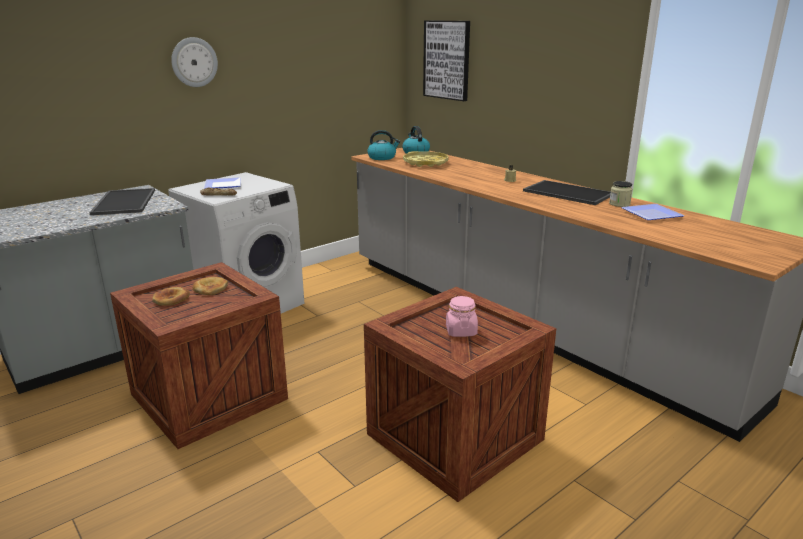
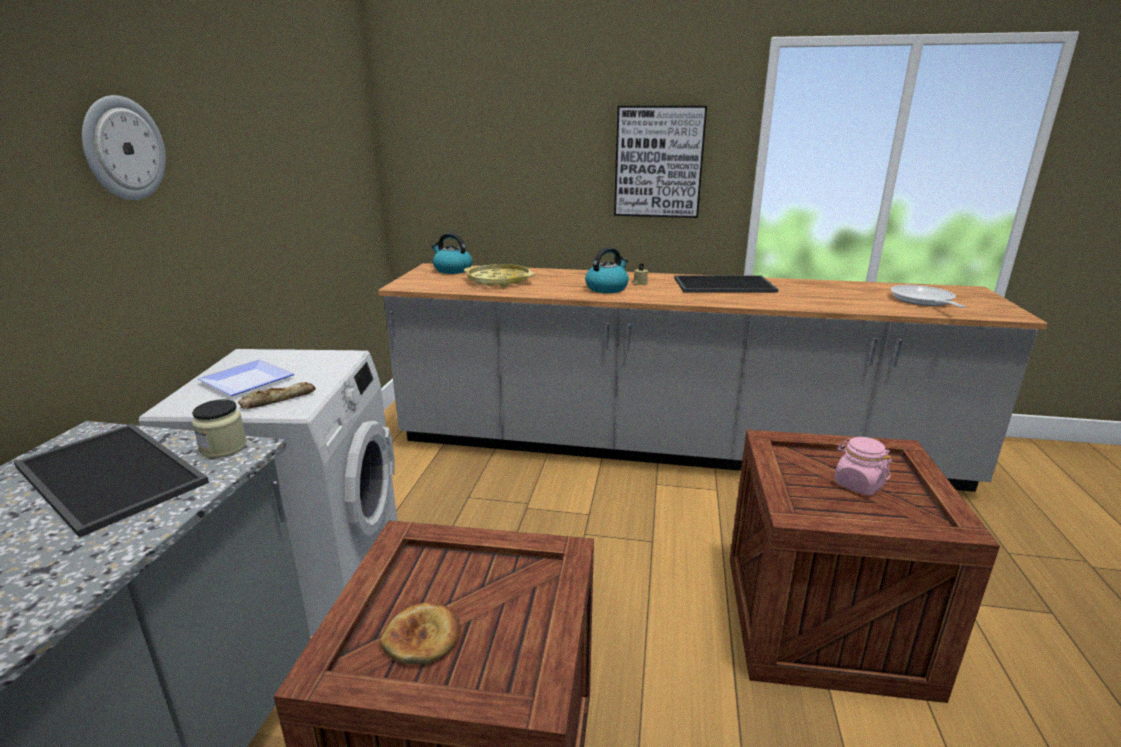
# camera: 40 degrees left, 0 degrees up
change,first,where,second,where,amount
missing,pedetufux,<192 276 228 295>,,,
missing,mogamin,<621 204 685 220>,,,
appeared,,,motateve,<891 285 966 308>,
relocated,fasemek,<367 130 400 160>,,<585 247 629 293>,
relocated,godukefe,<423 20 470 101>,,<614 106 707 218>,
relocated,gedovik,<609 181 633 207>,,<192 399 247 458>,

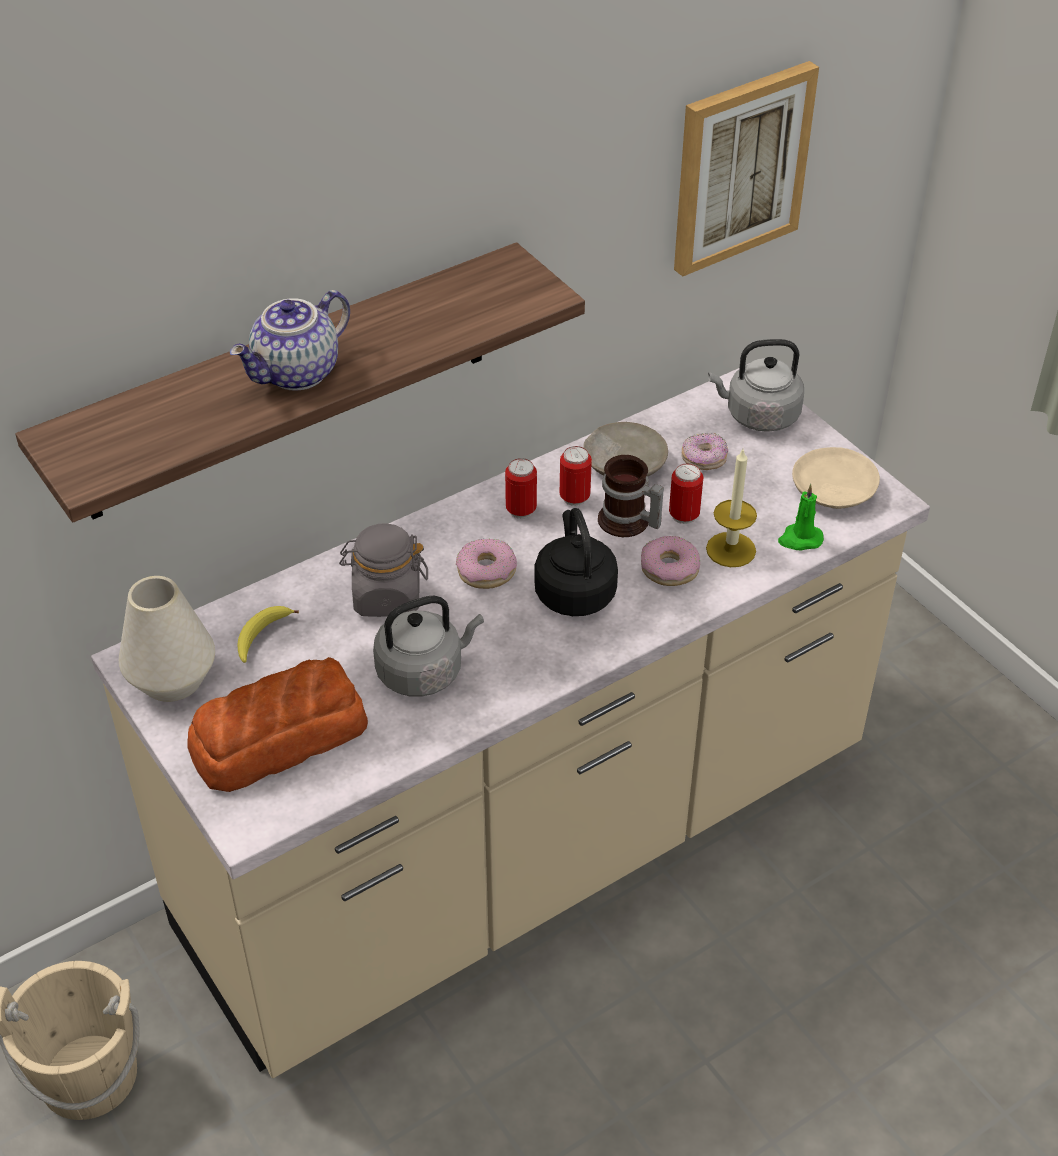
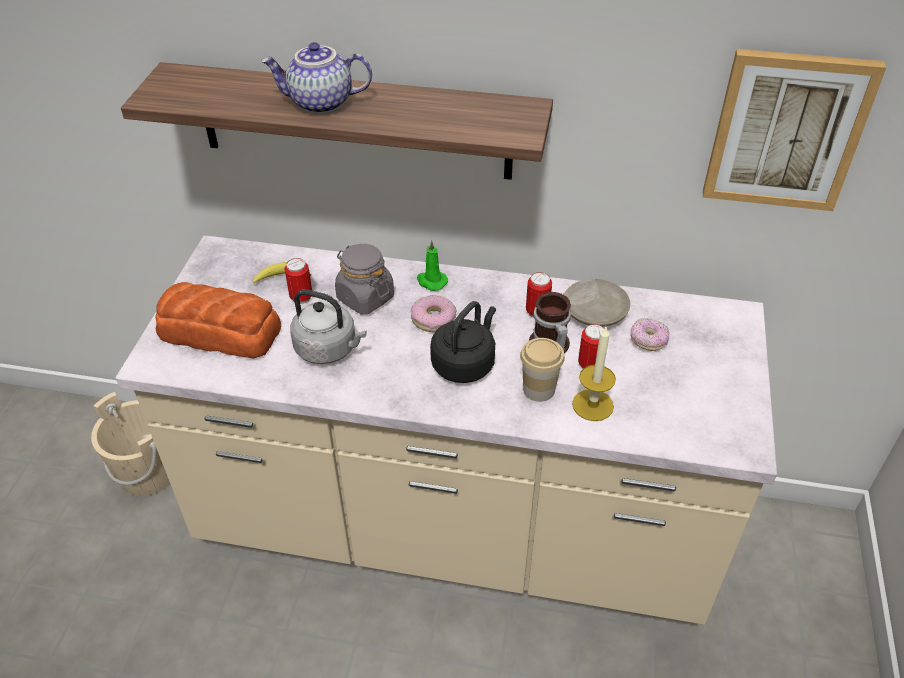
# camera: 45 degrees right, 0 degrees up
change,first,where,second,where,amount
missing,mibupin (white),<119 576 215 702>,,,
missing,fasemek (grey),<708 339 804 432>,,,
missing,mogamin (beige),<792 447 880 509>,,,
relocated,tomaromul,<505 458 537 519>,,<285 258 312 304>,
relocated,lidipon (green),<778 484 824 550>,,<417 240 448 291>,
exchanged,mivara,<641 536 700 586>,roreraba,<520 338 565 402>,

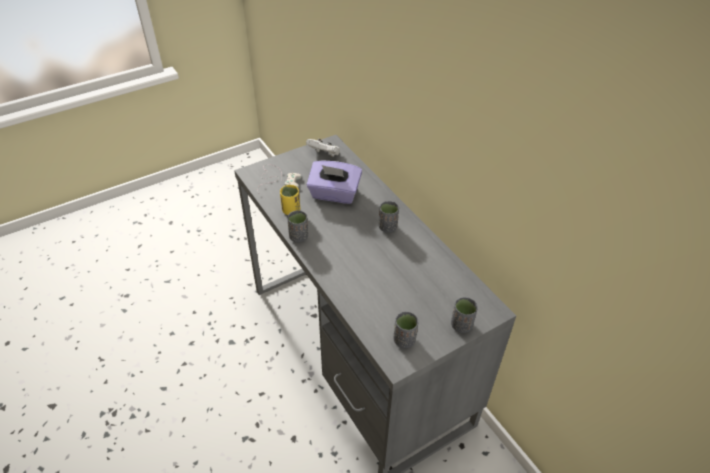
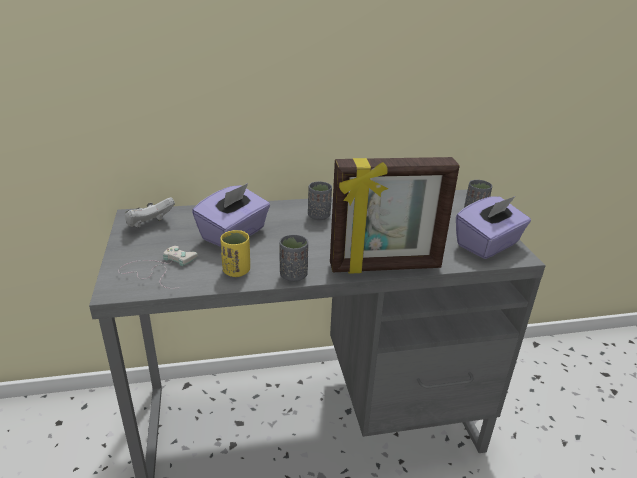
# camera: 70 degrees left, 15 degrees down
change,first,where,second,where,amount
appeared,,,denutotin,<330 157 460 274>,
exchanged,roreraba (grey),<393 312 419 348>,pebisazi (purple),<456 196 531 259>,

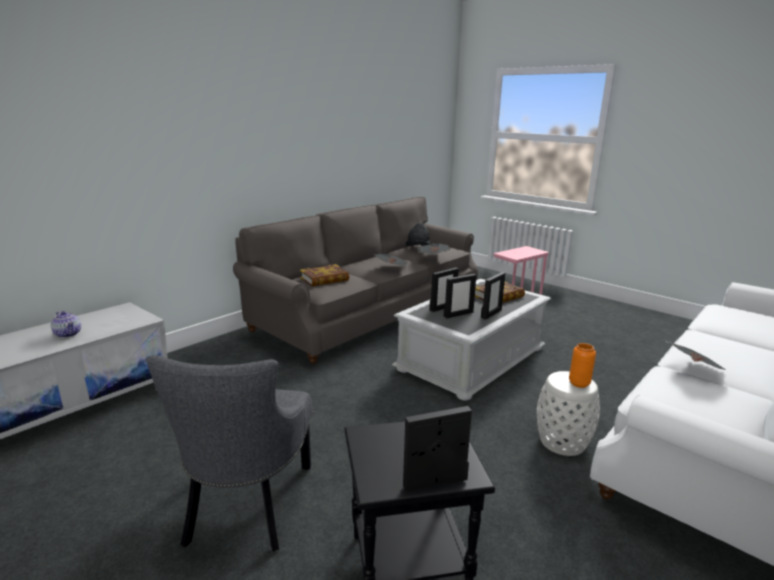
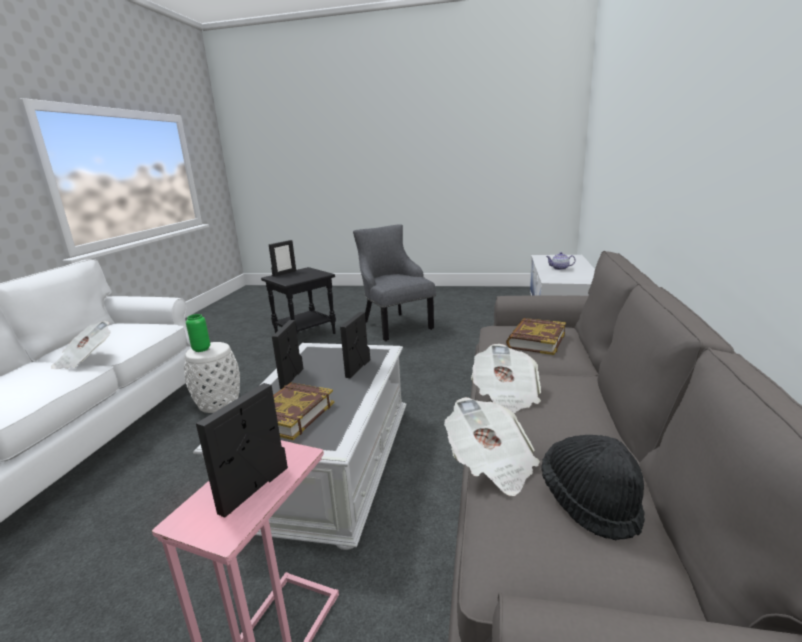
# camera: 150 degrees right, 0 degrees up
change,first,where,second,where,amount
relocated,denutotin,<444 274 476 318>,,<196 383 288 518>,
colour,mibupin (orange),<569 343 596 388>,mibupin (green),<186 314 210 352>,

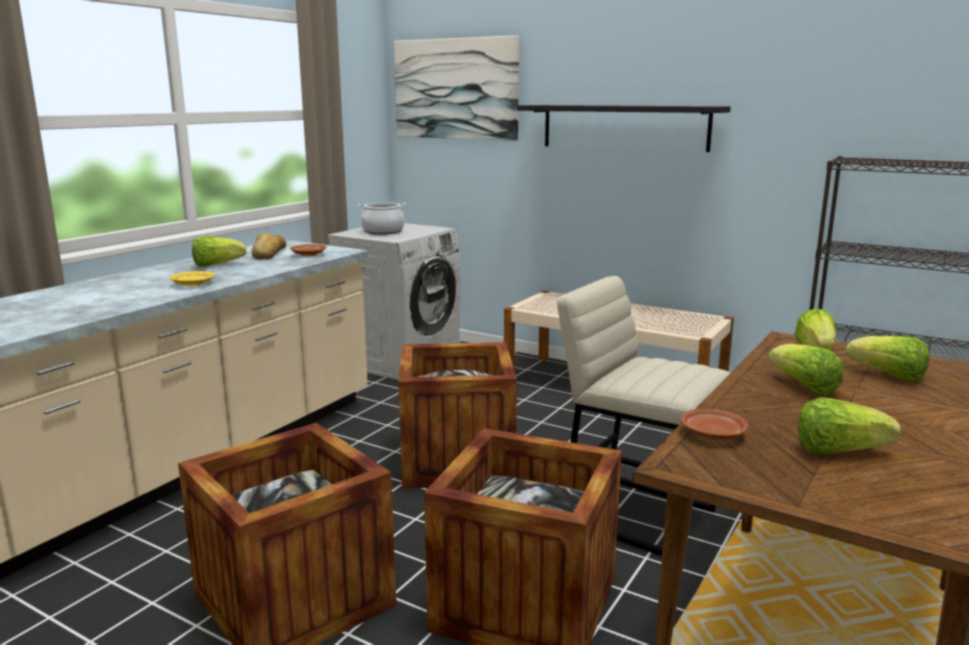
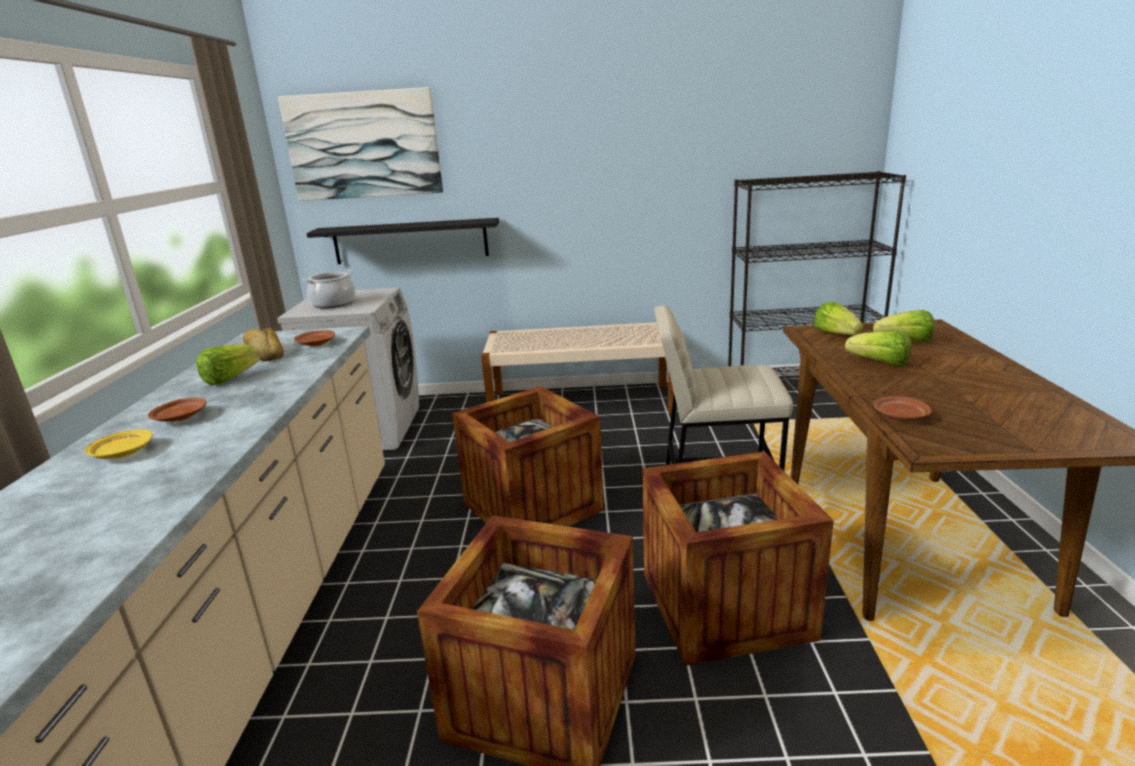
# camera: 30 degrees left, 5 degrees up
change,first,where,second,where,amount
missing,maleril,<798 397 901 455>,,,
appeared,,,mogamin (brown),<148 398 207 422>,
relocated,mogamin (yellow),<170 271 215 287>,,<85 429 153 459>,
relocated,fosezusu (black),<517 105 731 152>,,<306 218 499 264>,

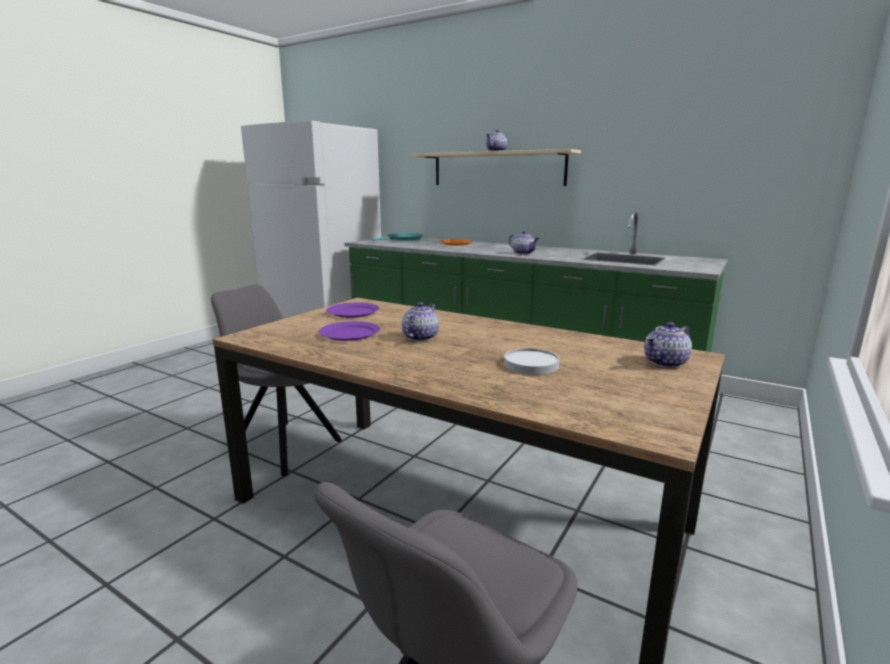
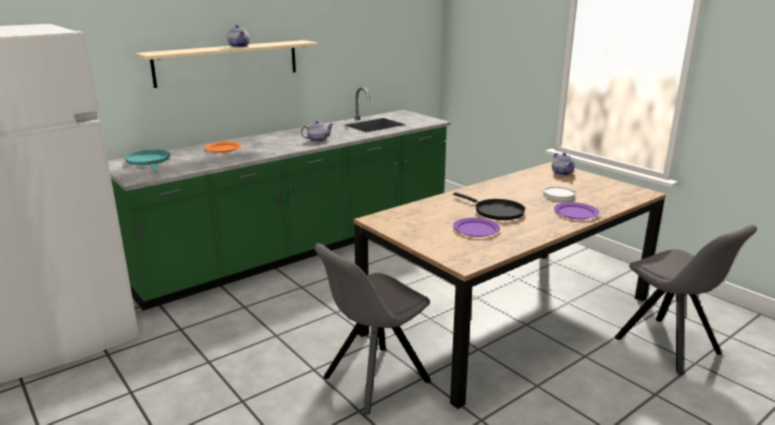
# camera: 70 degrees left, 5 degrees up
change,first,where,second,where,amount
relocated,mogamin (purple),<326 303 379 318>,,<554 202 599 219>,
exchanged,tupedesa,<402 302 439 341>,motateve (black),<453 192 525 220>,

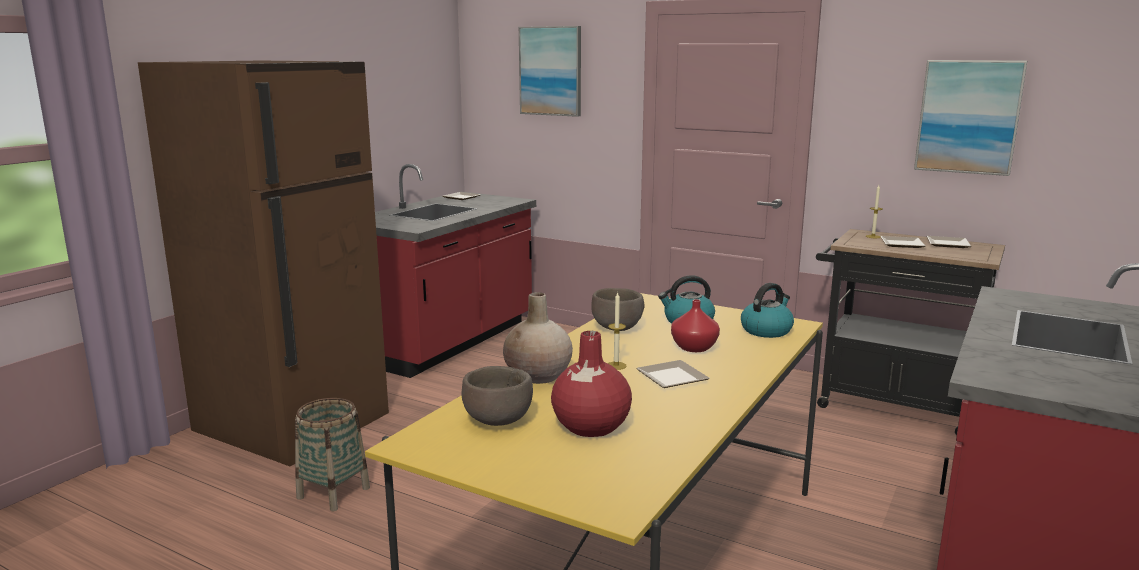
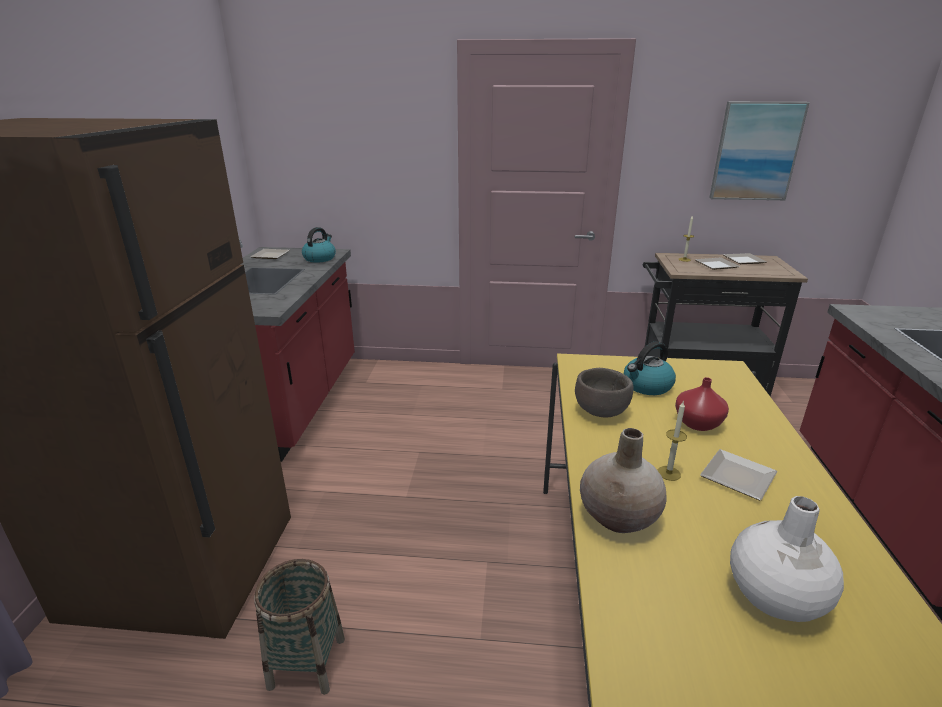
# camera: 25 degrees left, 10 degrees up
change,first,where,second,where,amount
missing,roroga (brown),<462 366 533 426>,,,
missing,godukefe,<519 26 581 117>,,,
relocated,fasemek,<741 283 794 338>,,<302 227 336 263>,
colour,mibupin (red),<551 331 632 437>,mibupin (white),<730 496 844 622>,

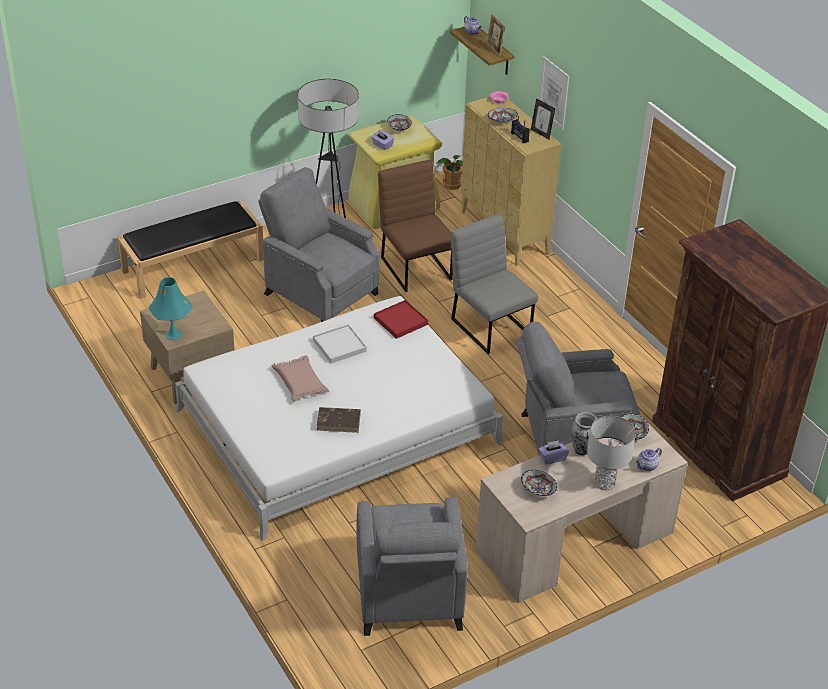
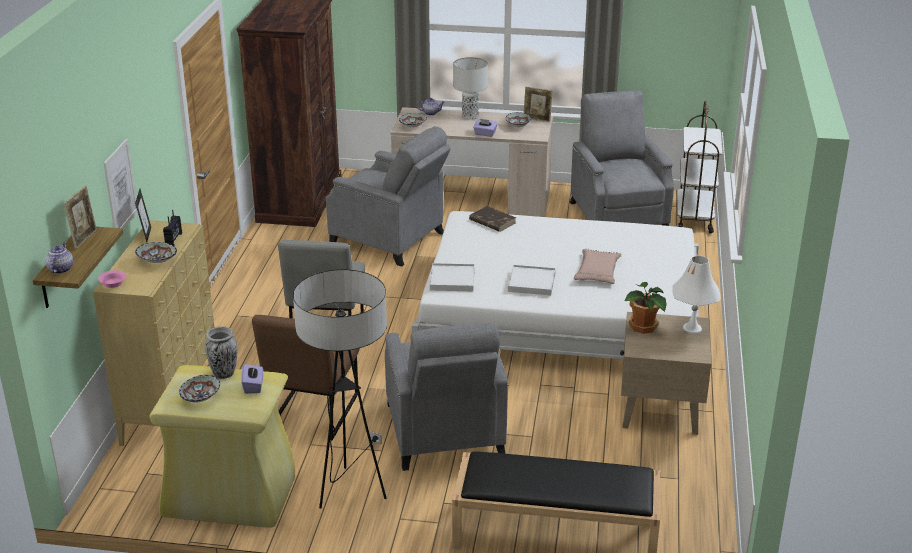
# camera: 140 degrees left, 10 degrees down
change,first,where,second,where,amount
appeared,,,denutotin,<524 87 553 122>,
appeared,,,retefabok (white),<677 101 723 233>,
relocated,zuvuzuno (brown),<317 407 361 433>,,<469 206 516 232>,
relocated,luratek,<436 155 463 190>,,<625 282 667 334>,
relocated,mibupin,<571 412 597 455>,,<205 326 237 379>,
colour,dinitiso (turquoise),<148 277 193 340>,dinitiso (white),<672 255 720 333>,
colour,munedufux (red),<374 300 428 339>,munedufux (white),<430 263 475 291>,
spun,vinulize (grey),<357 497 468 636>,,<570 90 674 226>,45 degrees counterclockwise

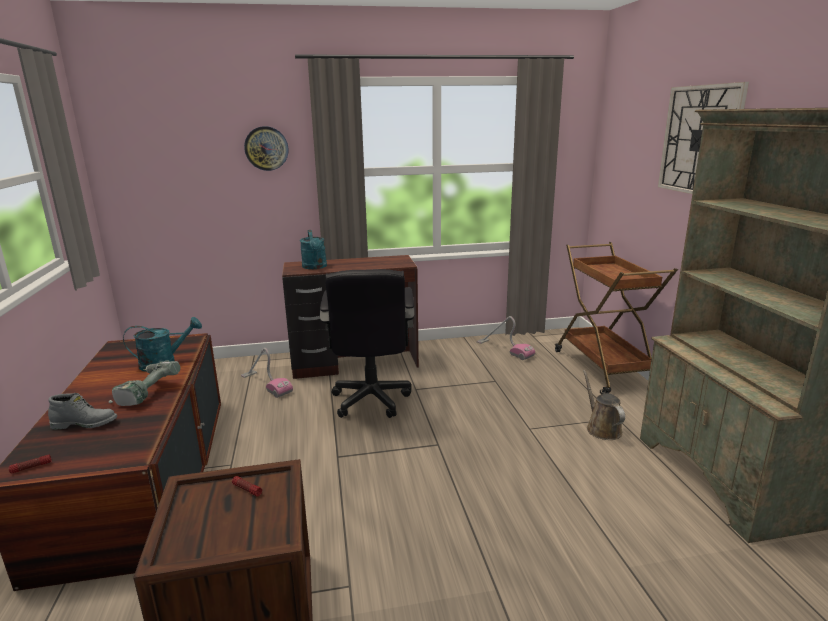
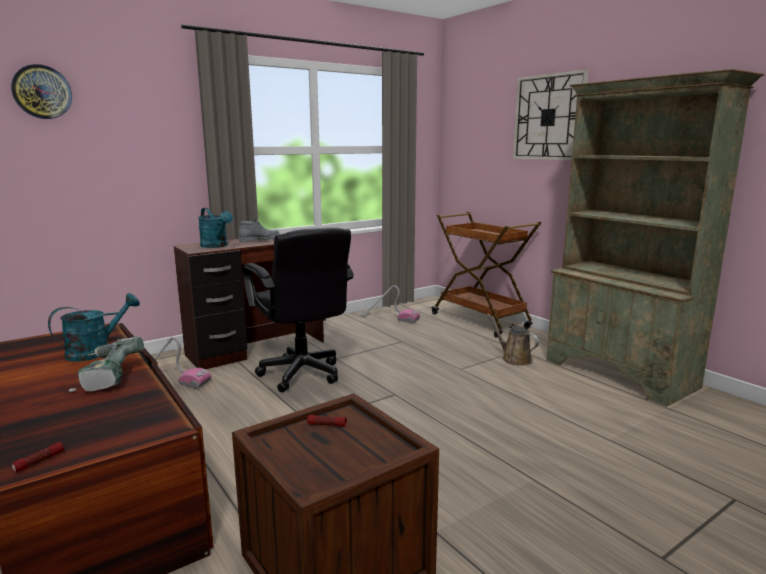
# camera: 25 degrees left, 5 degrees down
change,first,where,second,where,amount
relocated,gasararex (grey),<48 393 117 429>,,<239 219 280 242>,
relocated,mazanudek,<244 126 288 171>,,<11 64 72 119>,

